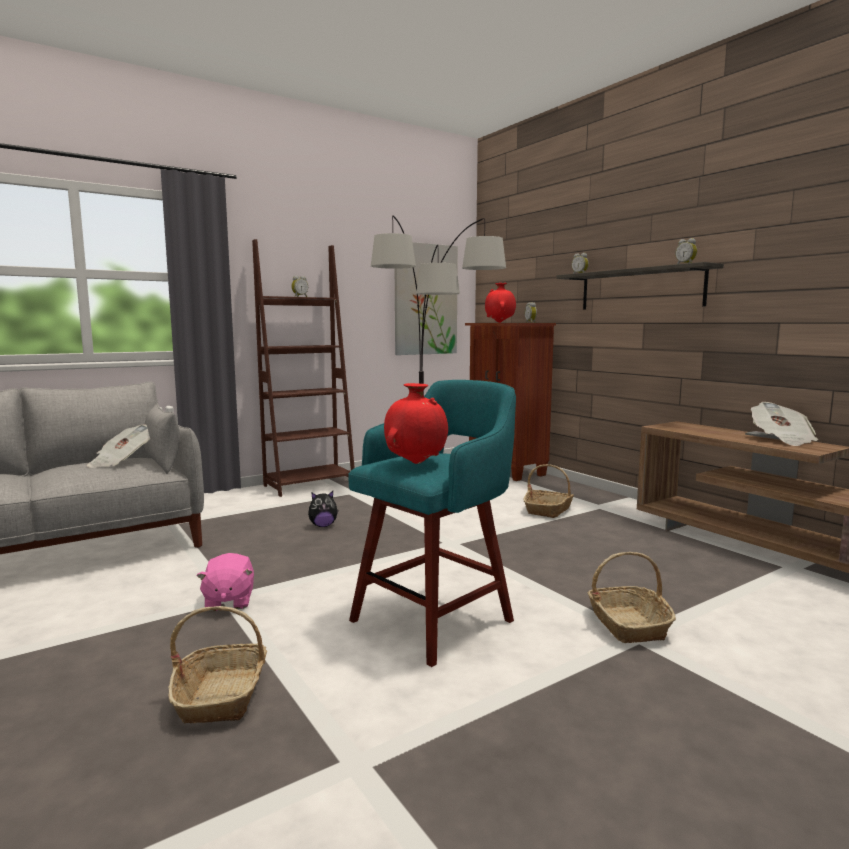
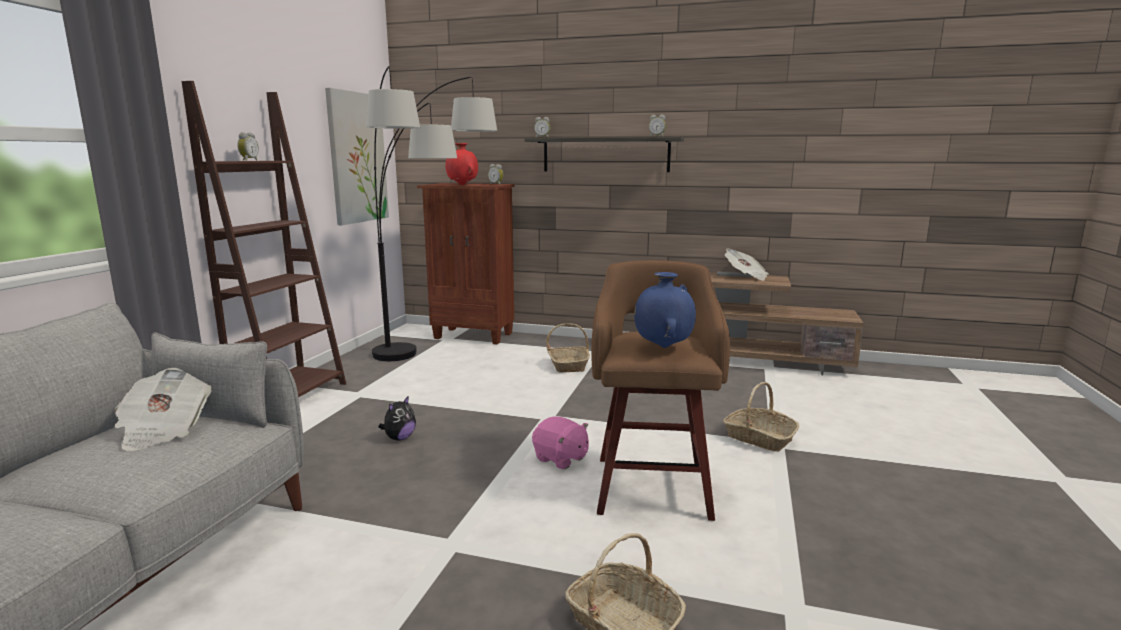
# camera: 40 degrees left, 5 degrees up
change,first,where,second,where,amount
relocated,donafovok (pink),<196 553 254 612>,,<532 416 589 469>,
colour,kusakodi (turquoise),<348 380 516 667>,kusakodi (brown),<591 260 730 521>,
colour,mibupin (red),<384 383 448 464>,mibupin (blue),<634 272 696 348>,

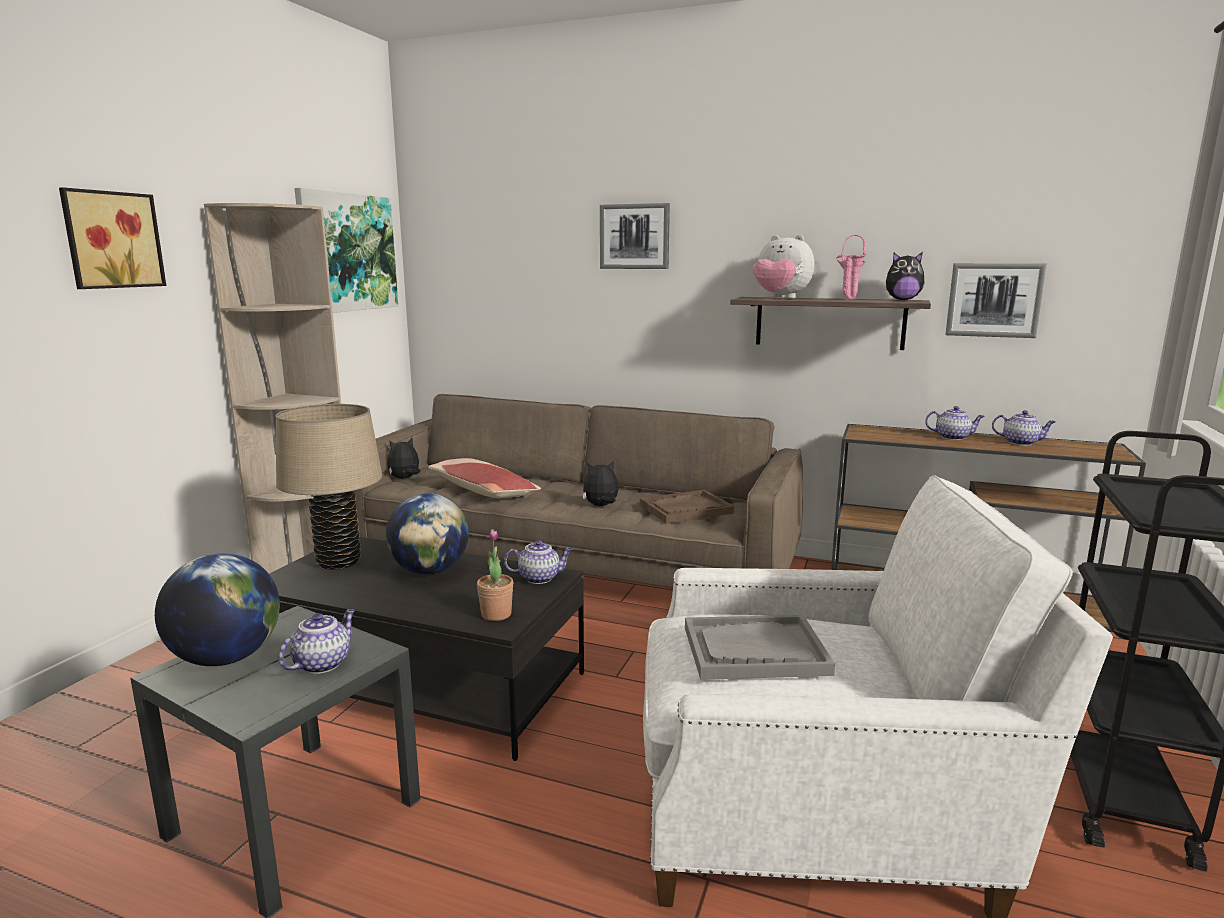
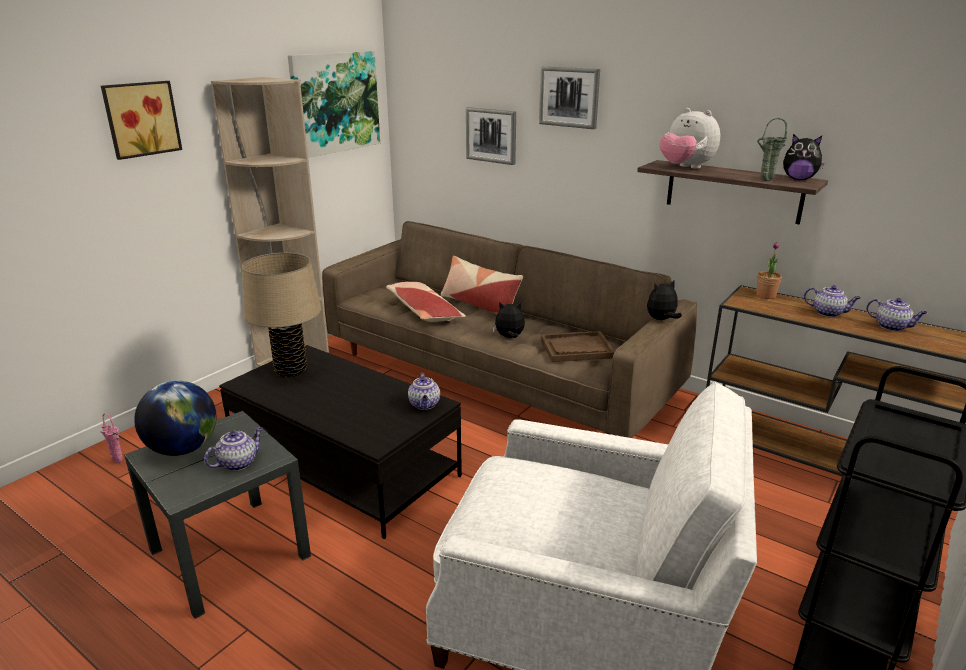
# camera: 15 degrees right, 10 degrees up
change,first,where,second,where,amount
missing,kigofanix,<386 493 469 574>,,,
missing,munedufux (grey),<685 615 835 680>,,,
appeared,,,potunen,<441 256 523 314>,
appeared,,,mibupin (green),<757 118 787 181>,
relocated,donafovok,<387 438 420 479>,,<647 280 682 320>,
relocated,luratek,<477 529 513 621>,,<756 242 782 299>,
relocated,mibupin (pink),<836 234 866 299>,,<100 413 123 464>,
relocated,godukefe,<945 263 1047 338>,,<466 107 516 165>,
spun,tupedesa,<504 540 573 584>,,<408 373 440 410>,75 degrees clockwise

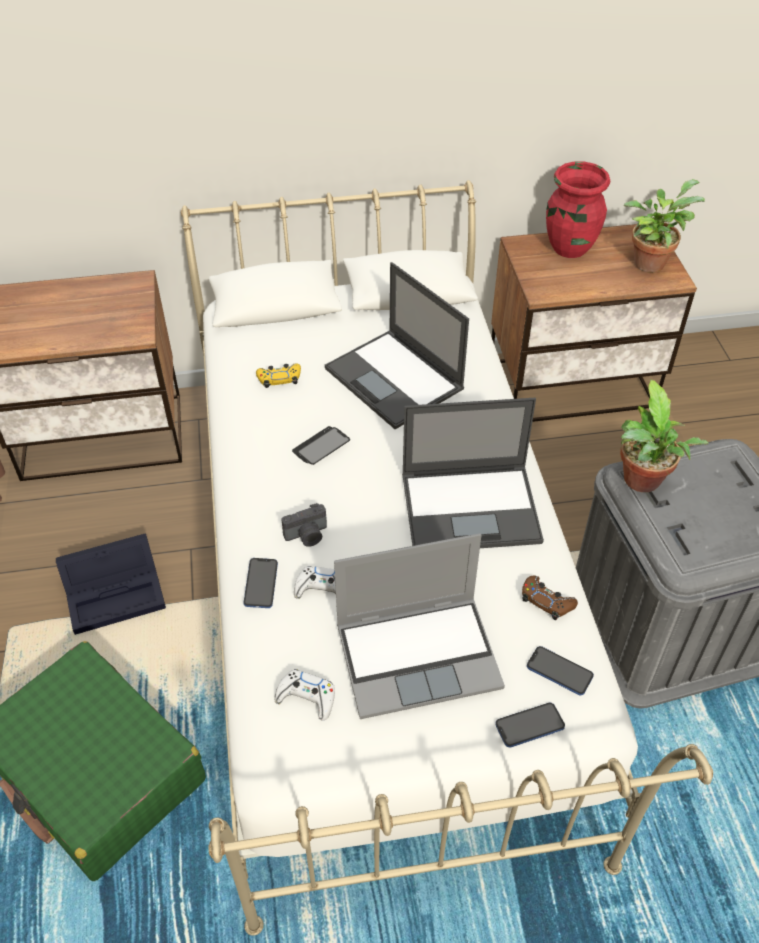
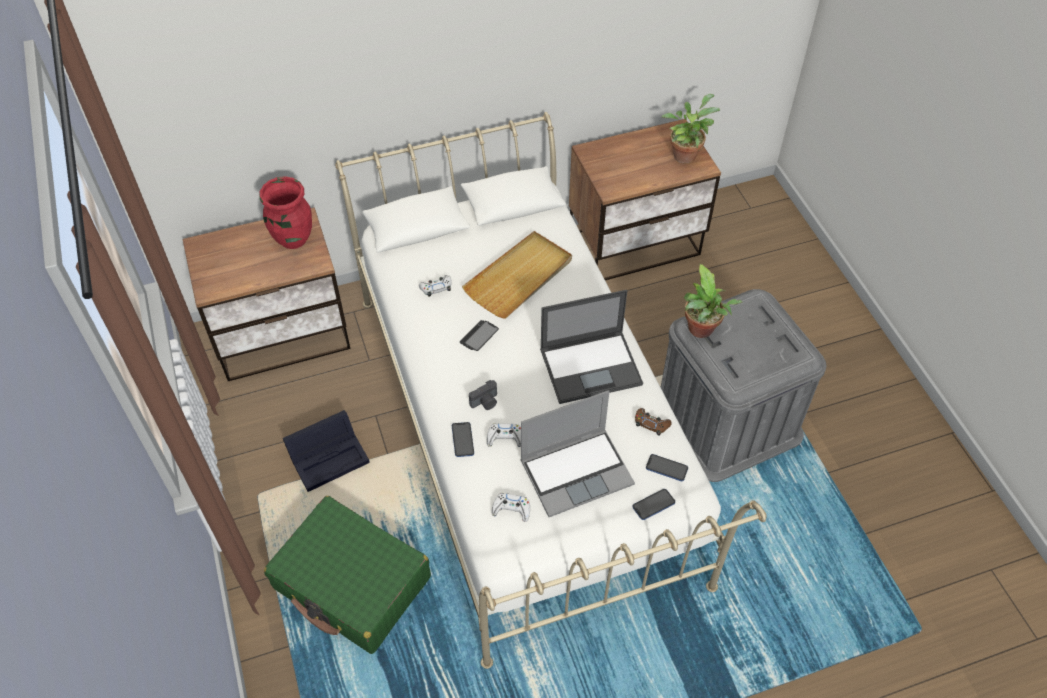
# camera: 10 degrees left, 5 degrees up
change,first,where,second,where,amount
relocated,mibupin (red),<546 161 610 258>,,<259 176 312 249>,
exchanged,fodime,<325 262 469 429>,munedufux (beige),<462 231 572 319>,
colour,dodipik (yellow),<256 363 301 388>,dodipik (white),<419 275 452 297>,

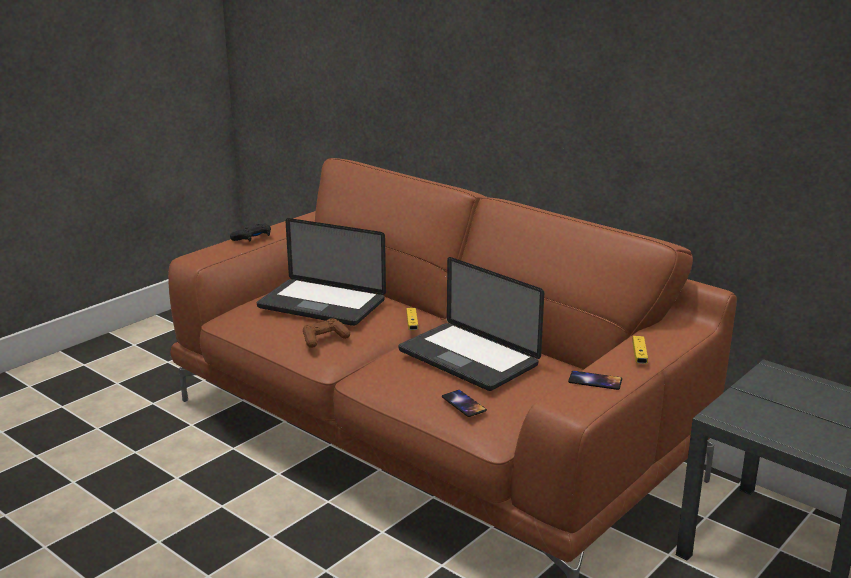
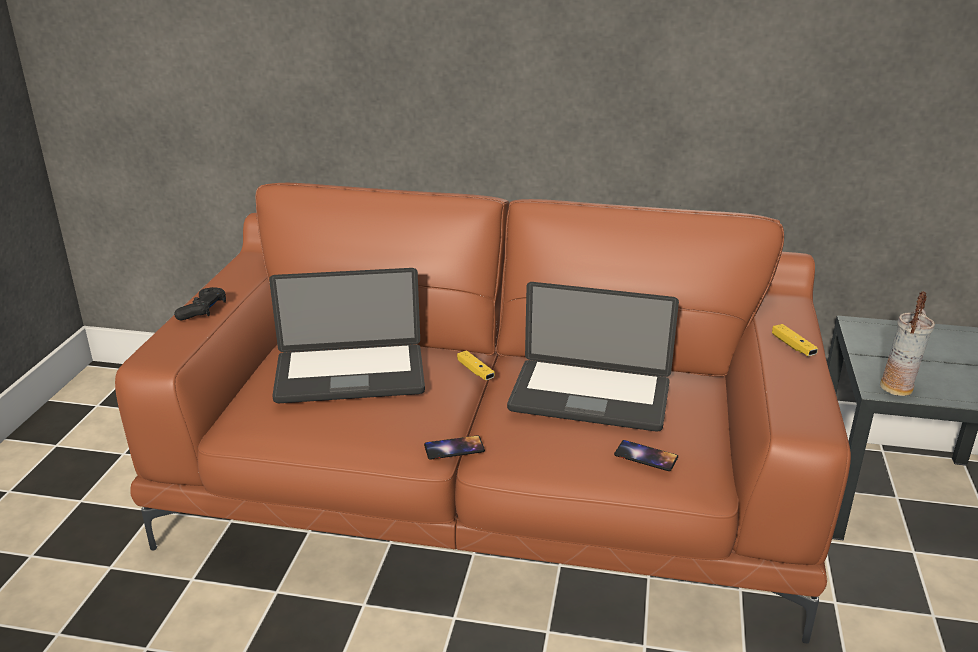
# camera: 30 degrees left, 5 degrees up
change,first,where,second,where,amount
missing,dodipik (brown),<303 318 350 348>,,,
appeared,,,mibupin,<880 292 935 396>,
relocated,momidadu,<568 371 622 390>,,<424 435 485 460>,

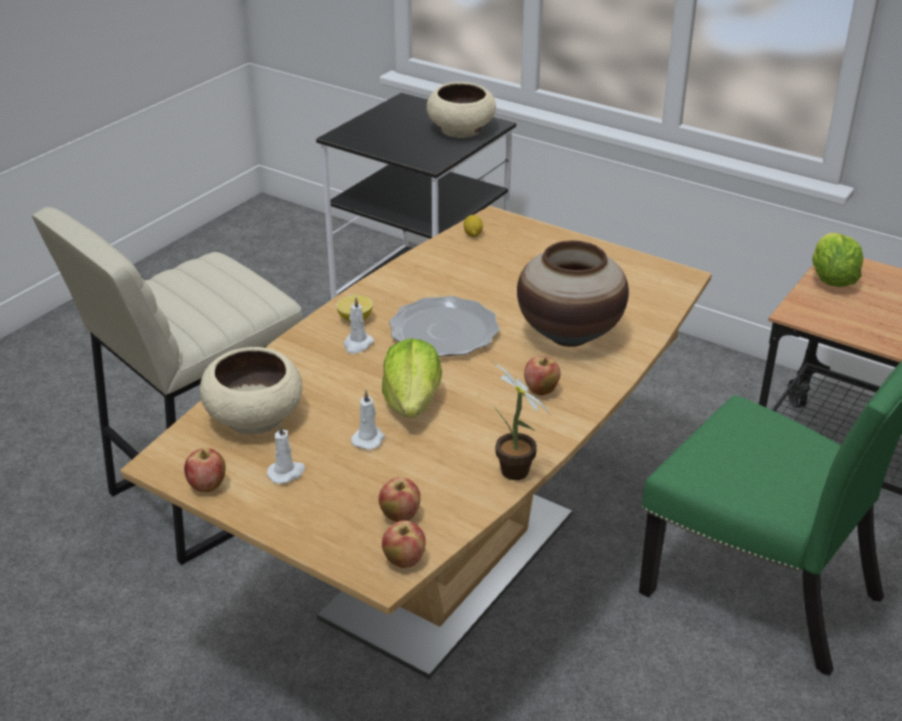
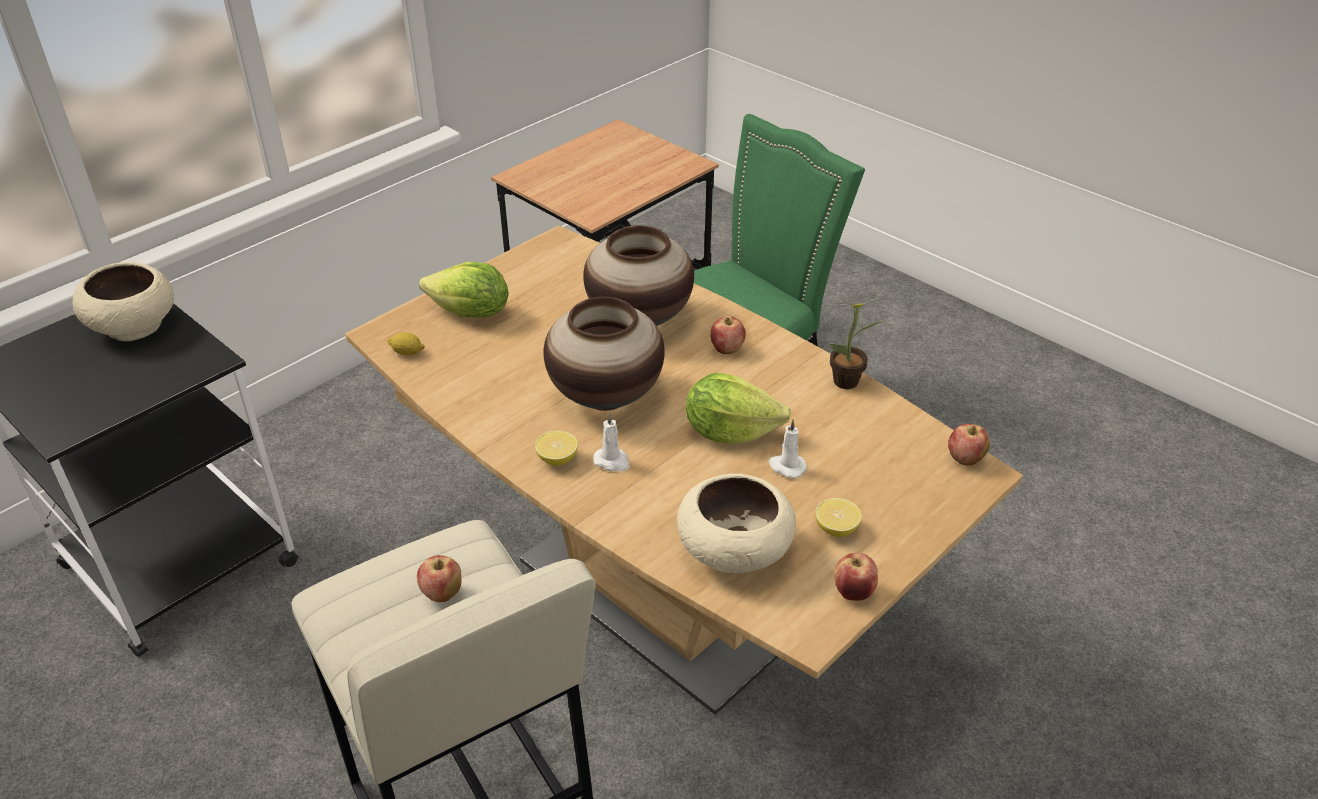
# camera: 80 degrees left, 5 degrees up
change,first,where,second,where,amount
relocated,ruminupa,<379 477 420 522>,,<417 555 462 602>,
relocated,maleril,<812 233 863 287>,,<419 262 509 318>,
exchanged,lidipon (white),<267 422 305 484>,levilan,<815 498 862 537>,
exchanged,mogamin,<389 296 500 357>,mibupin,<544 297 665 411>,

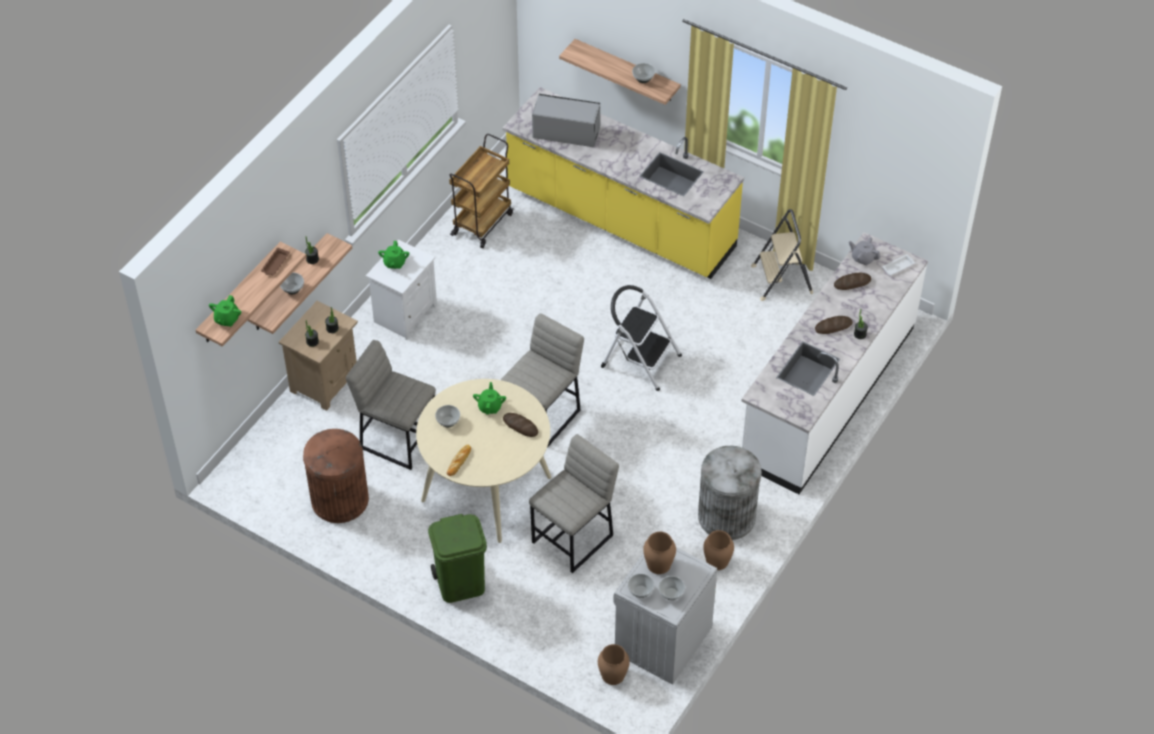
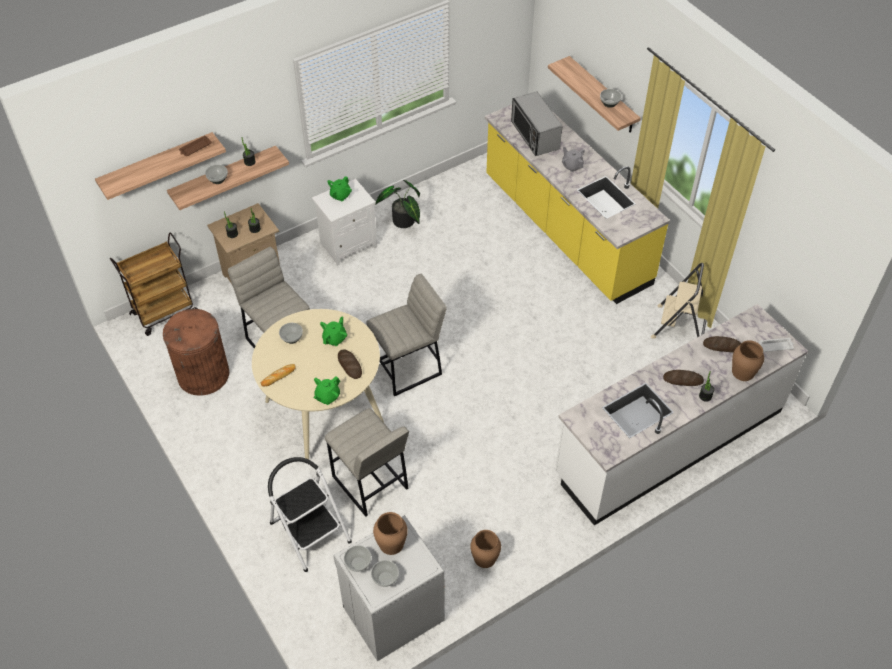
# camera: 25 degrees right, 0 degrees up
change,first,where,second,where,amount
missing,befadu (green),<428 514 487 603>,,,
missing,befadu (grey),<698 446 762 540>,,,
appeared,,,luratek,<375 180 420 228>,
relocated,tupedesa (green),<209 295 241 327>,,<313 376 340 405>,
relocated,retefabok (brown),<449 134 514 248>,,<110 232 198 336>,
relocated,mibupin (brown),<598 644 630 685>,,<732 340 764 381>,
relocated,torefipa,<601 285 682 391>,,<268 457 352 572>,
relocated,tupedesa (grey),<849 237 880 266>,,<562 147 585 172>,
spun,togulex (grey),<529 434 619 573>,,<325 408 409 517>,75 degrees clockwise
spun,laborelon,<532 94 600 147>,,<511 91 563 156>,150 degrees counterclockwise

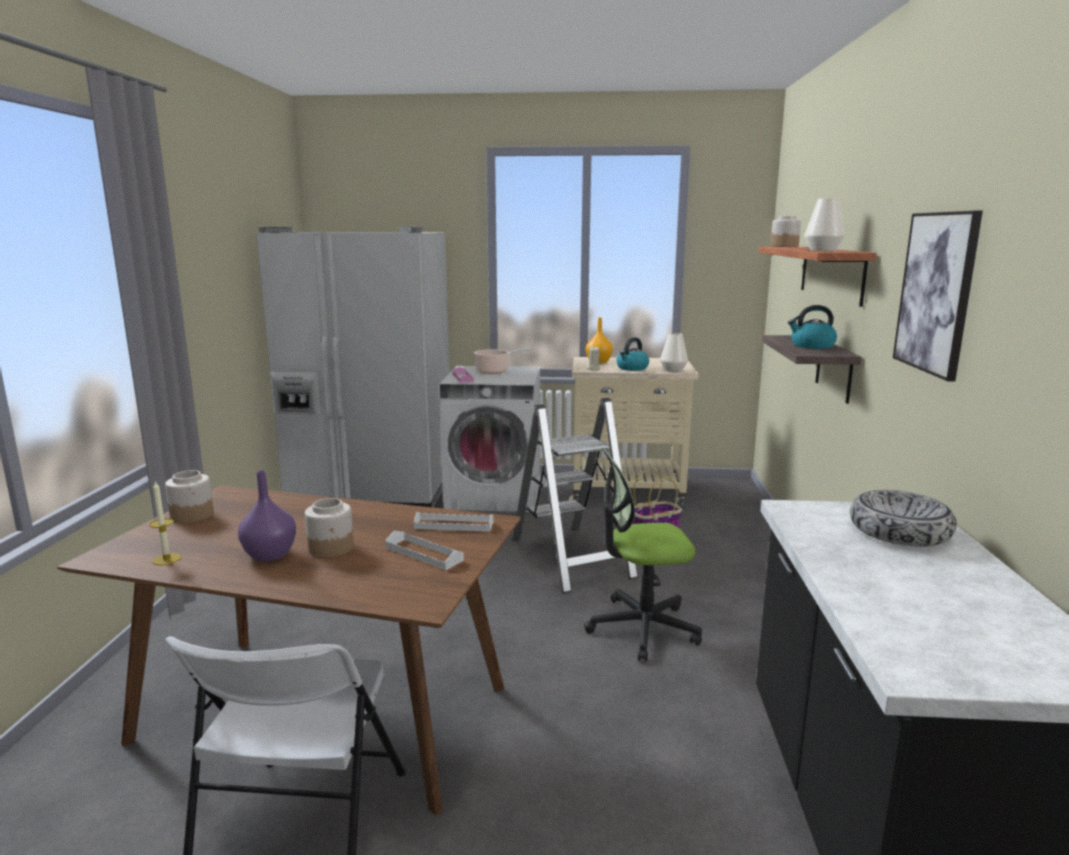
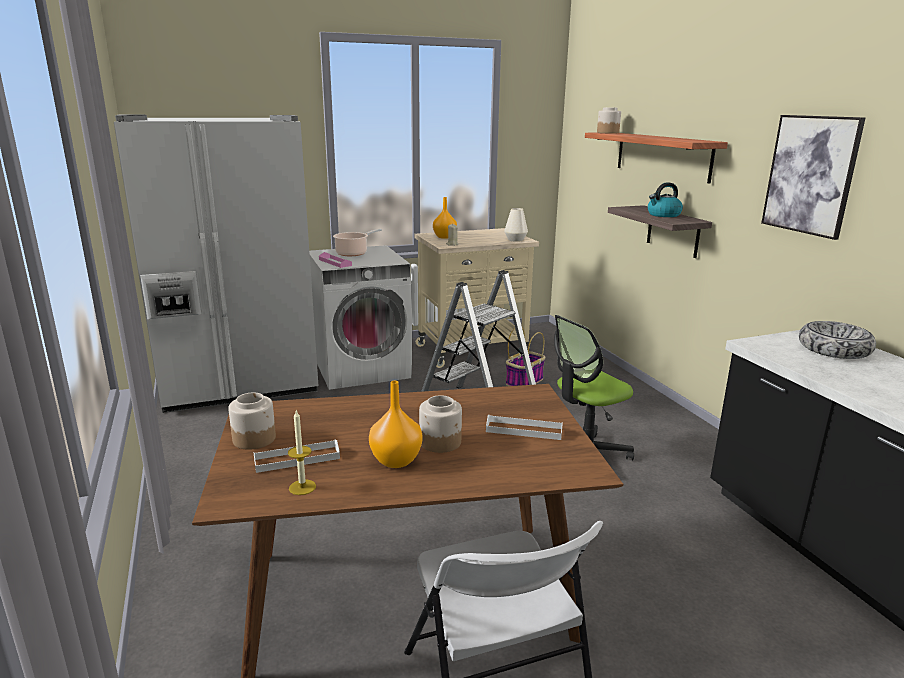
# camera: 25 degrees left, 5 degrees up
change,first,where,second,where,amount
missing,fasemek,<616 337 649 371>,,,
missing,mibupin (white),<804 198 845 251>,,,
relocated,munedufux (white),<414 512 493 532>,,<253 440 340 473>,
colour,mibupin (purple),<238 470 296 561>,mibupin (orange),<369 381 423 468>,

